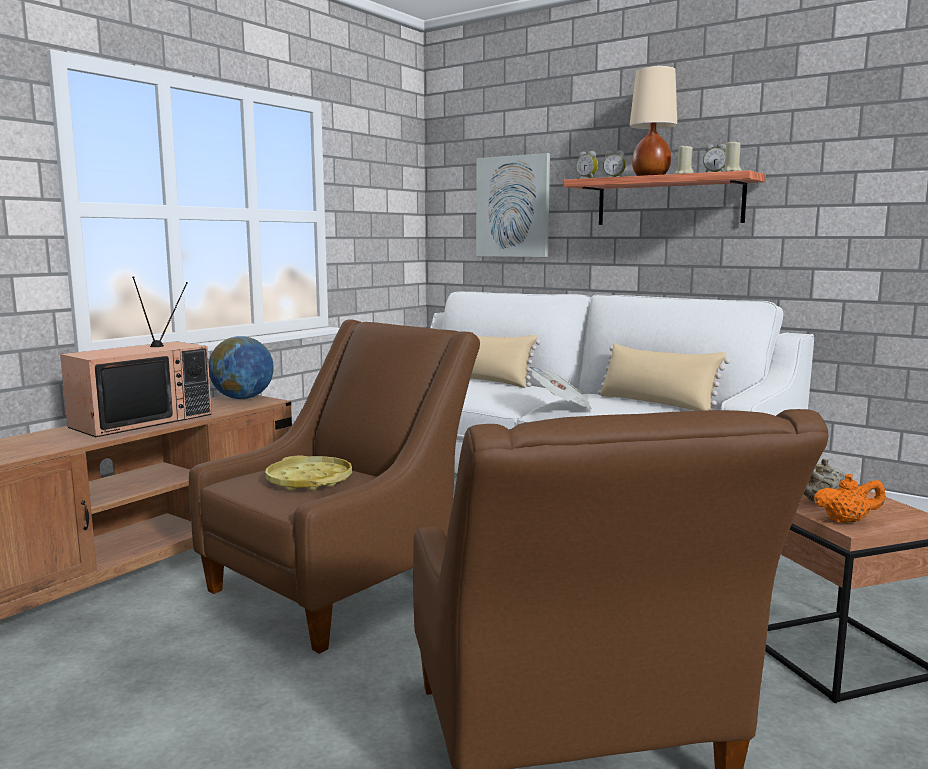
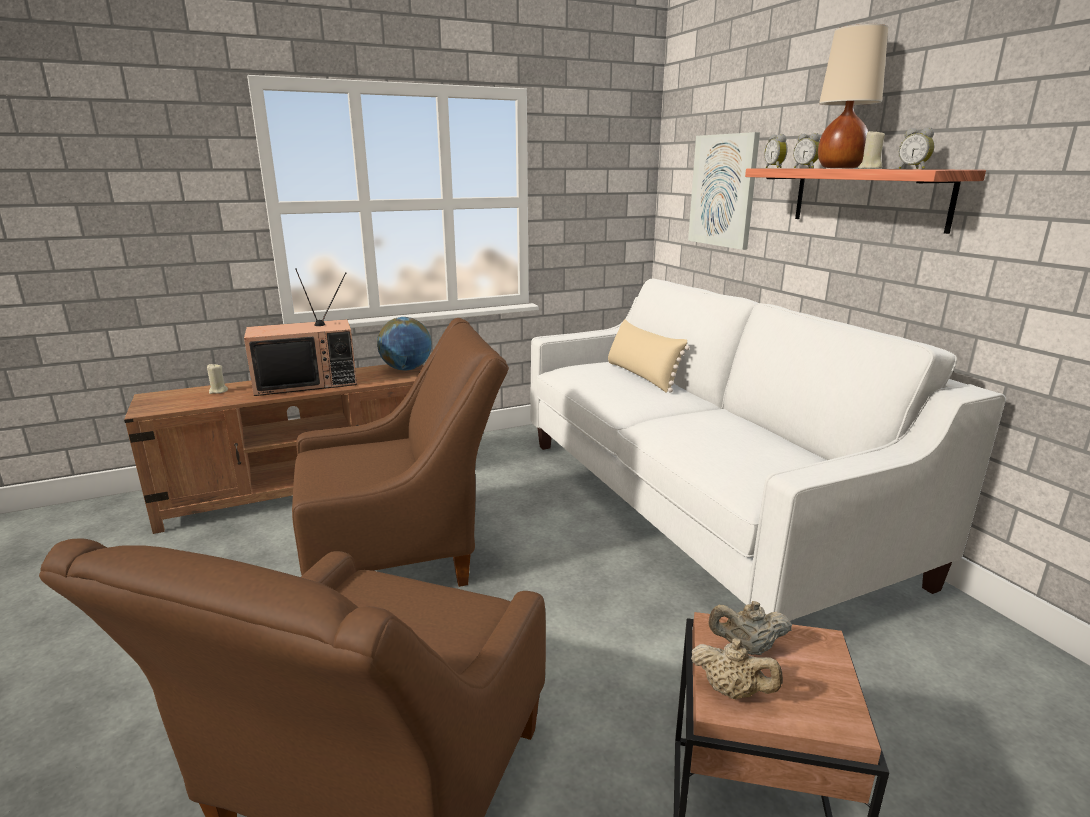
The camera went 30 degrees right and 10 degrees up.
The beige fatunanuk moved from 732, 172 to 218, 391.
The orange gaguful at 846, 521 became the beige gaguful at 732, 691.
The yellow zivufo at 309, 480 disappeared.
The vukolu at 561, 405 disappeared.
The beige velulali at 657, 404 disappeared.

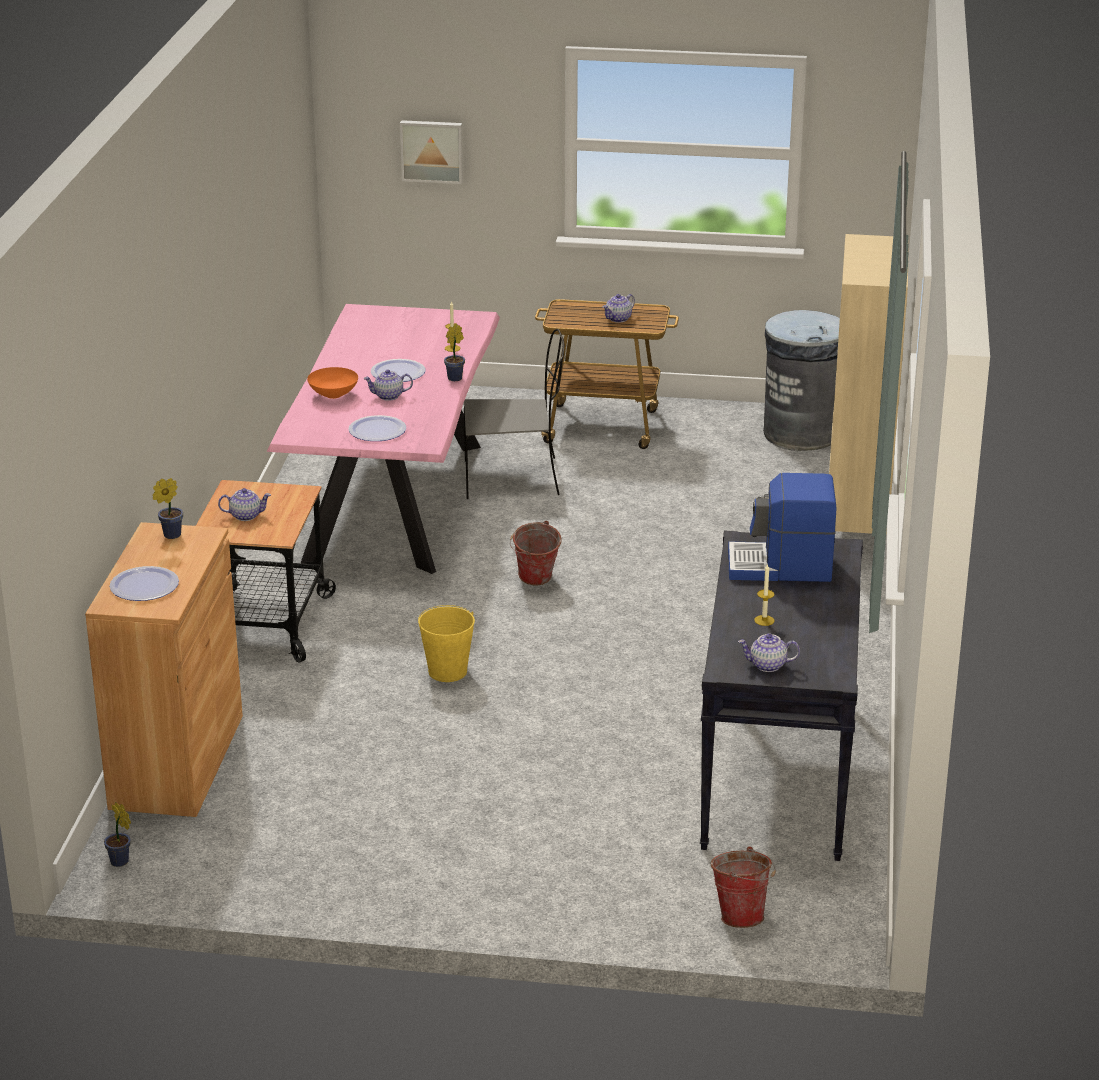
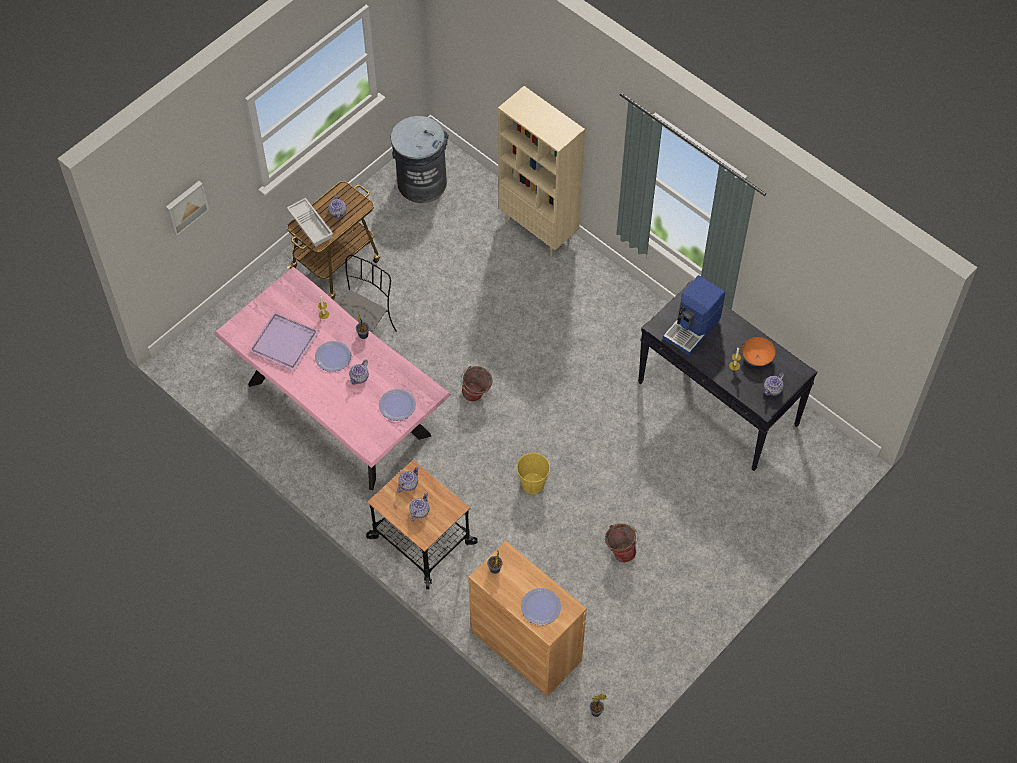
The camera went 55 degrees left and 30 degrees up.
The purple zivufo at 283, 343 appeared.
The white zivufo at 311, 224 appeared.
The gaguful at 408, 484 appeared.
The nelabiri moved from 741, 914 to 620, 551.
The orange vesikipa moved from 332, 395 to 757, 358.

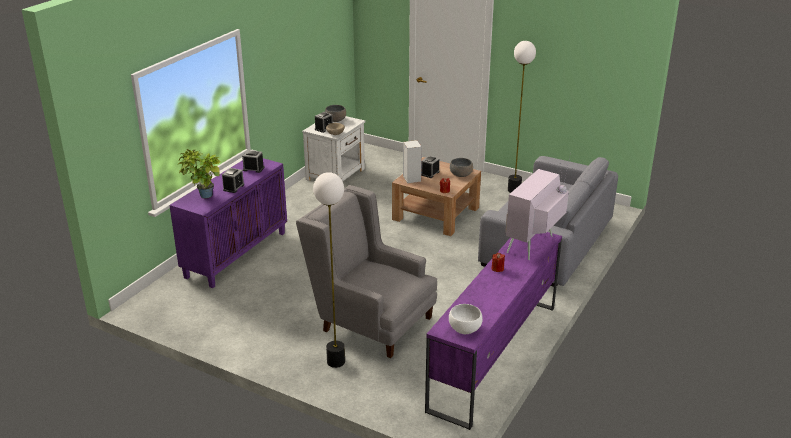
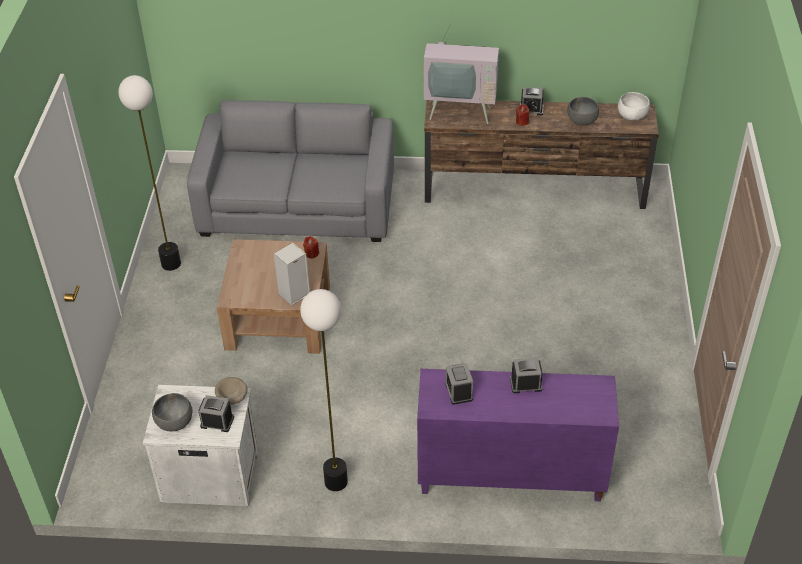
The camera went 115 degrees left and 15 degrees up.
The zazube moved from 336, 362 to 336, 481.
The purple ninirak at 493, 356 became the brown ninirak at 535, 190.
The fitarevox moved from 430, 173 to 531, 109.
The grey vesikipa moved from 461, 174 to 582, 120.
The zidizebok at 203, 197 disappeared.
The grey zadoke at 369, 321 disappeared.

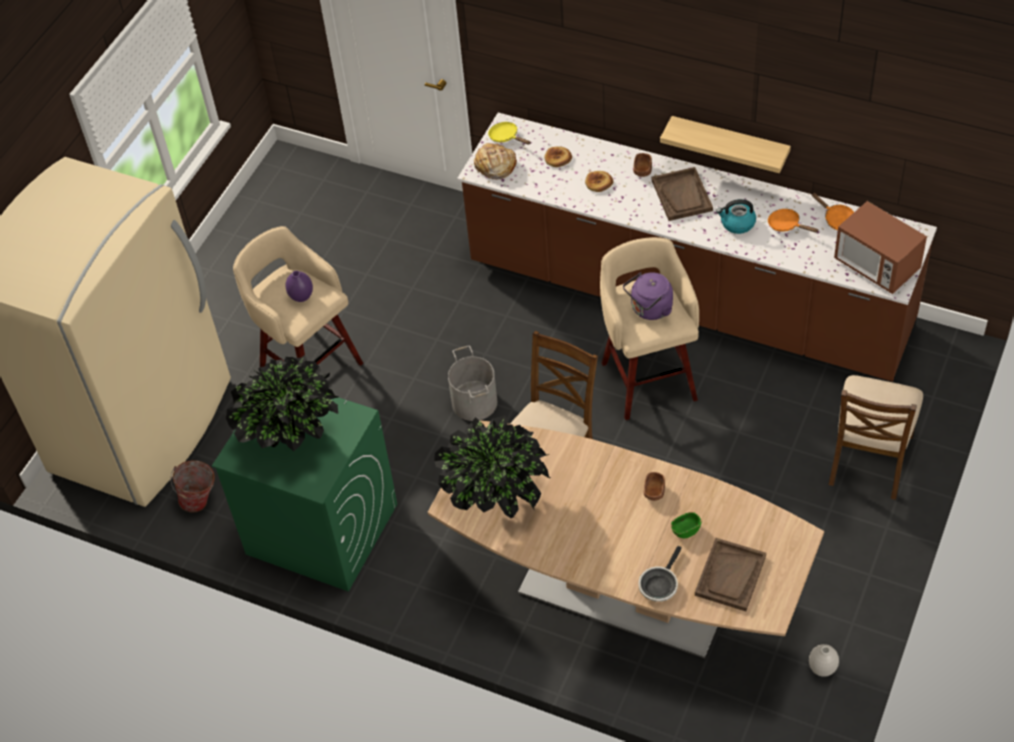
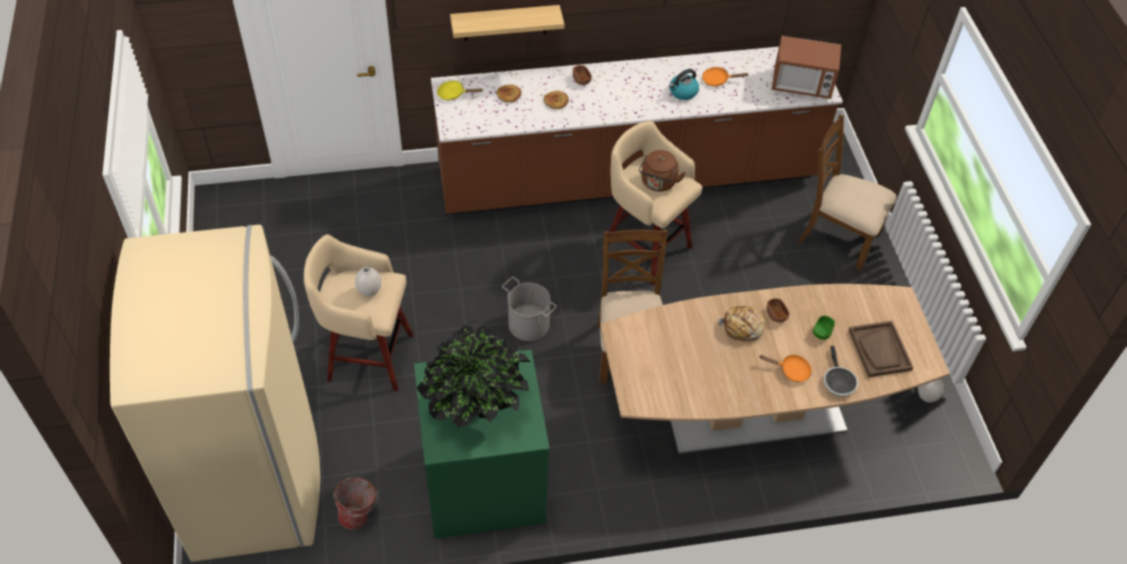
The camera went 40 degrees left and 0 degrees up.
The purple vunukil at 302, 297 became the white vunukil at 370, 291.
The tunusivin moved from 729, 144 to 505, 23.
The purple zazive at 649, 309 became the brown zazive at 658, 183.
The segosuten moved from 495, 166 to 742, 328.
The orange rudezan moved from 837, 219 to 791, 370.
The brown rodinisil at 869, 459 turned 135 degrees clockwise.
The zidizebok at 496, 496 disappeared.
The brown zivufo at 682, 195 disappeared.

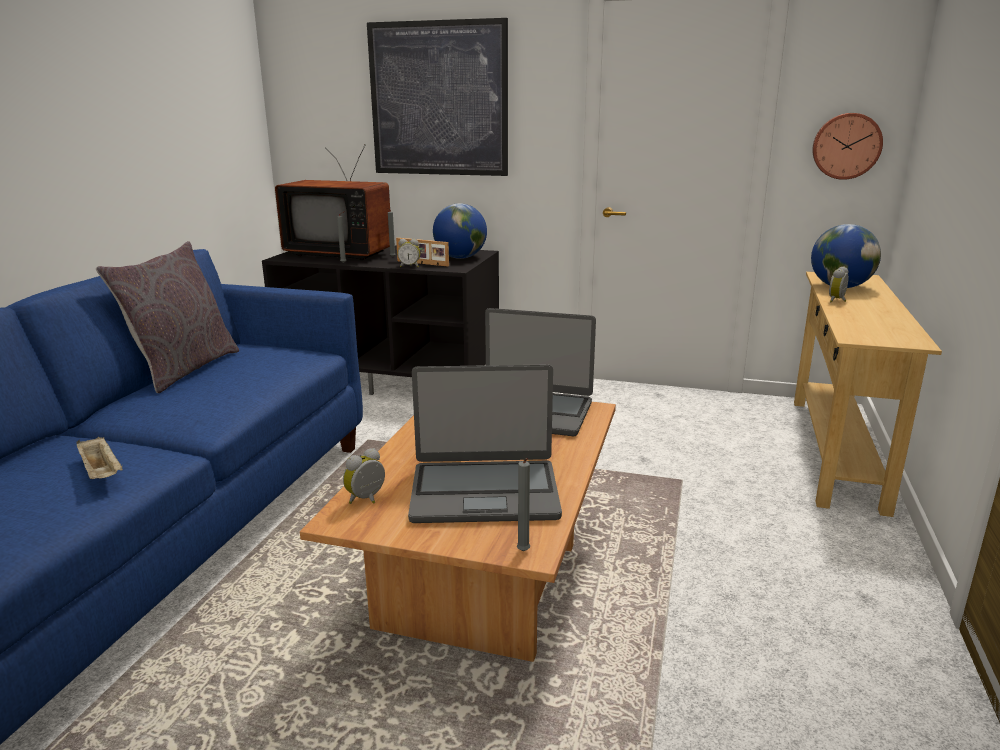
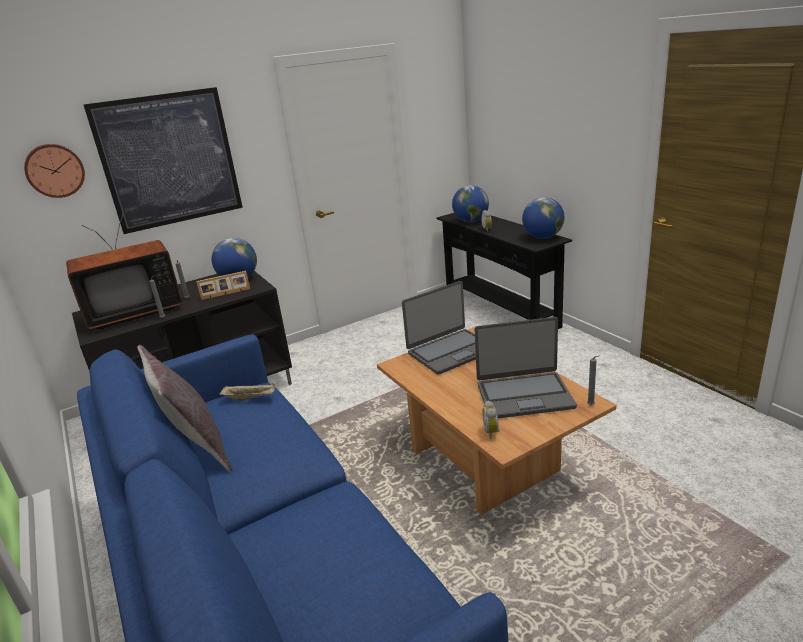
The camera went 45 degrees left and 5 degrees up.
The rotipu moved from 846, 146 to 54, 170.
The beige zivufo moved from 102, 472 to 250, 398.
The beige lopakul at 837, 451 became the black lopakul at 500, 309.
The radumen at 484, 492 turned 45 degrees clockwise.
The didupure at 543, 237 appeared.
The fitarevox at 410, 266 disappeared.

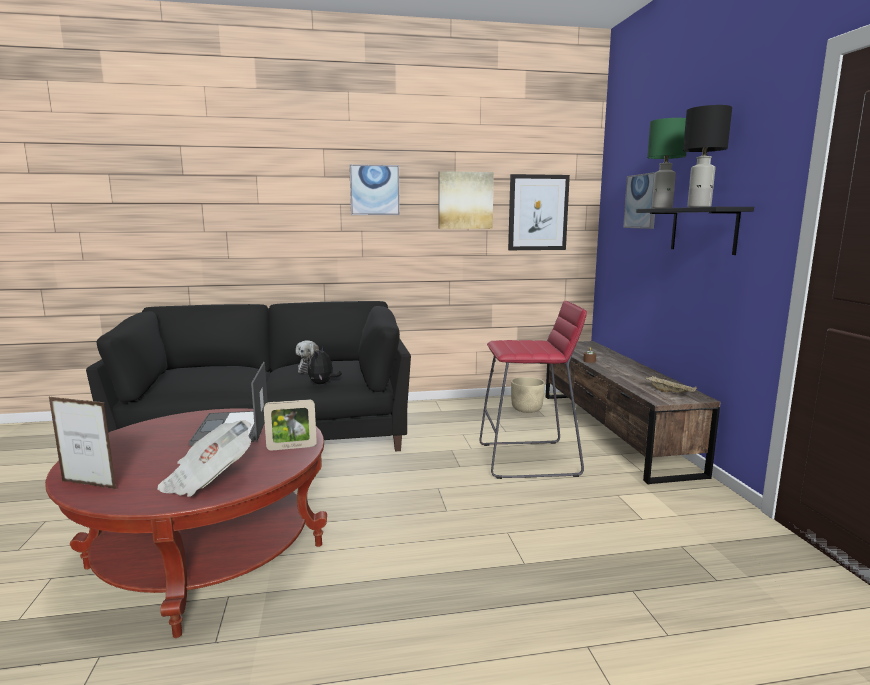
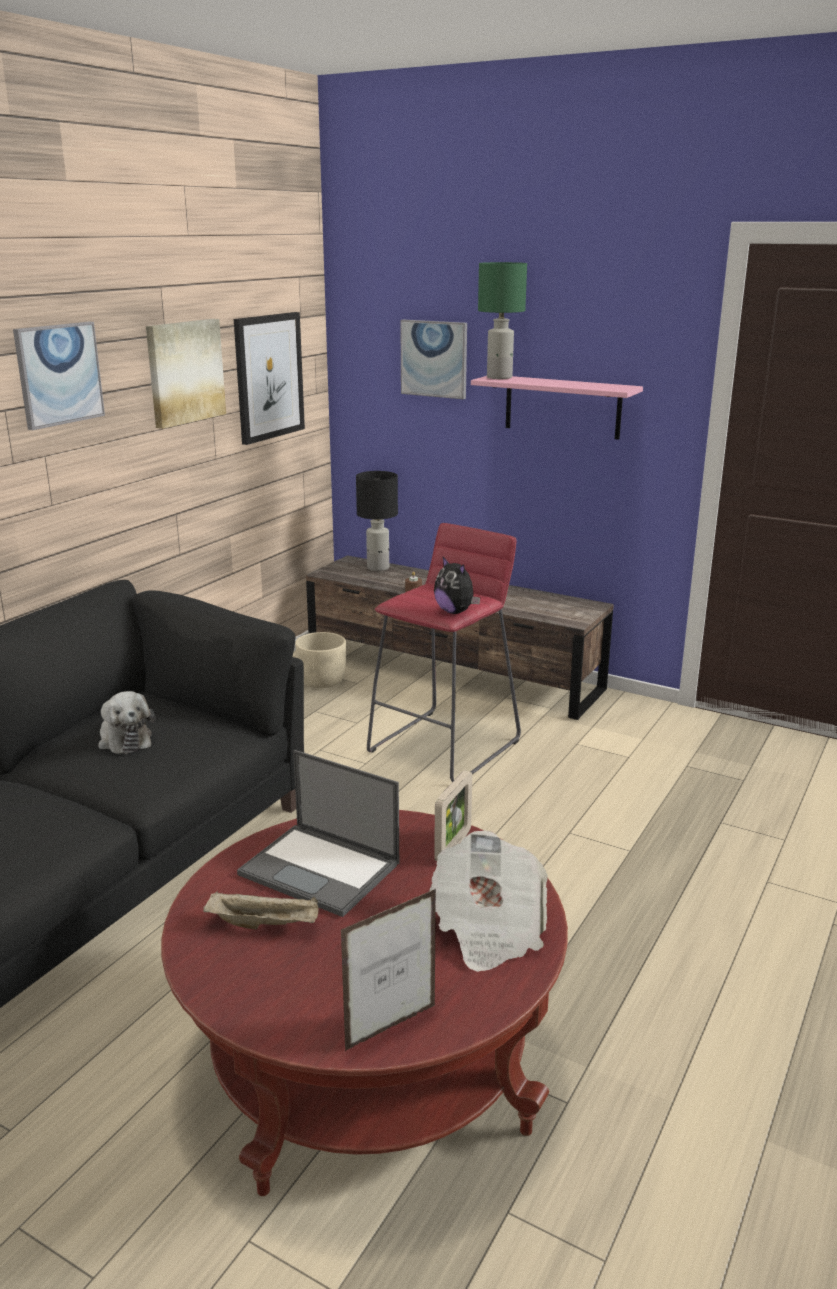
The camera went 50 degrees left and 10 degrees up.
The beige zivufo moved from 670, 393 to 265, 924.
The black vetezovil moved from 699, 207 to 378, 567.
The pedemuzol moved from 322, 383 to 455, 612.
The black tunusivin at 703, 230 became the pink tunusivin at 562, 407.

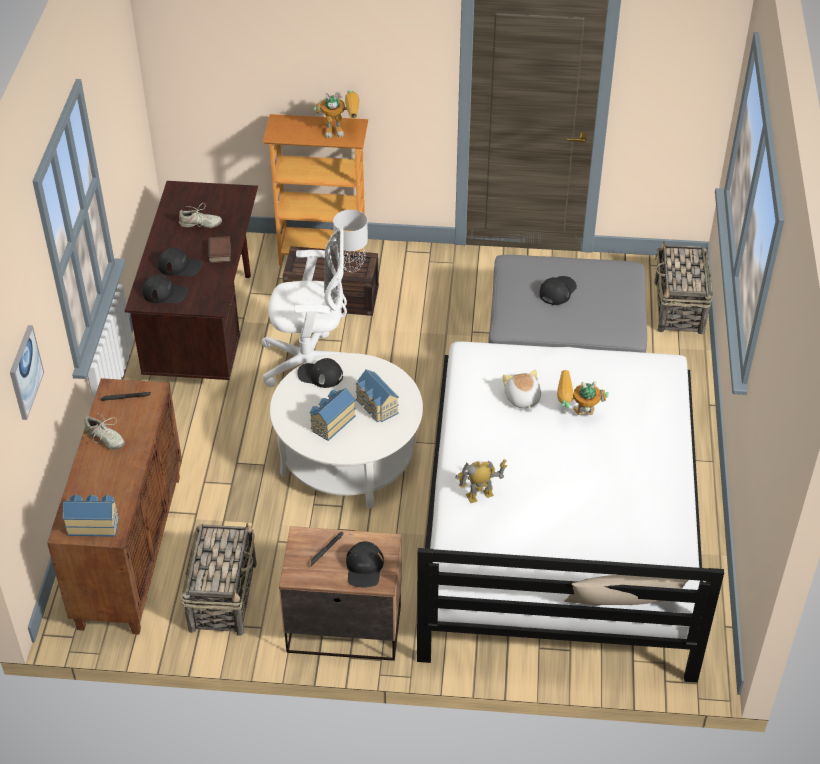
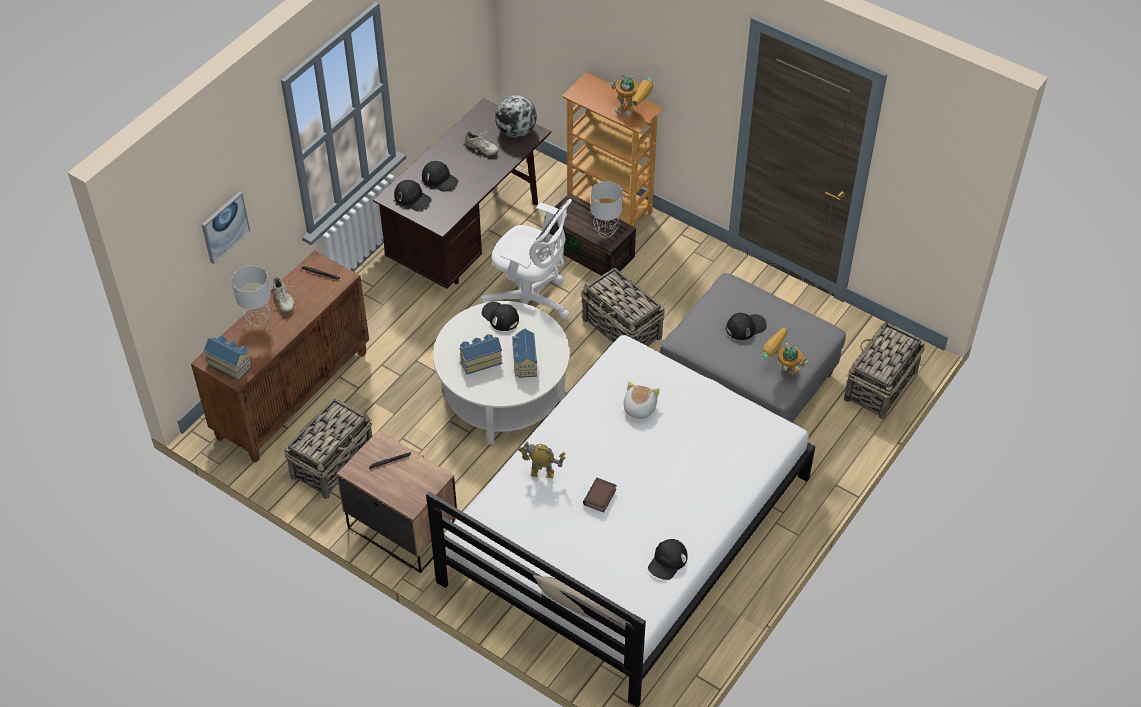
The camera went 30 degrees right and 5 degrees up.
The grey vetezovil at 257, 320 appeared.
The didupure at 516, 131 appeared.
The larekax at 622, 329 appeared.
The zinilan moved from 220, 252 to 600, 497.
The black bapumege moved from 364, 568 to 667, 561.
The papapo moved from 575, 416 to 780, 370.

